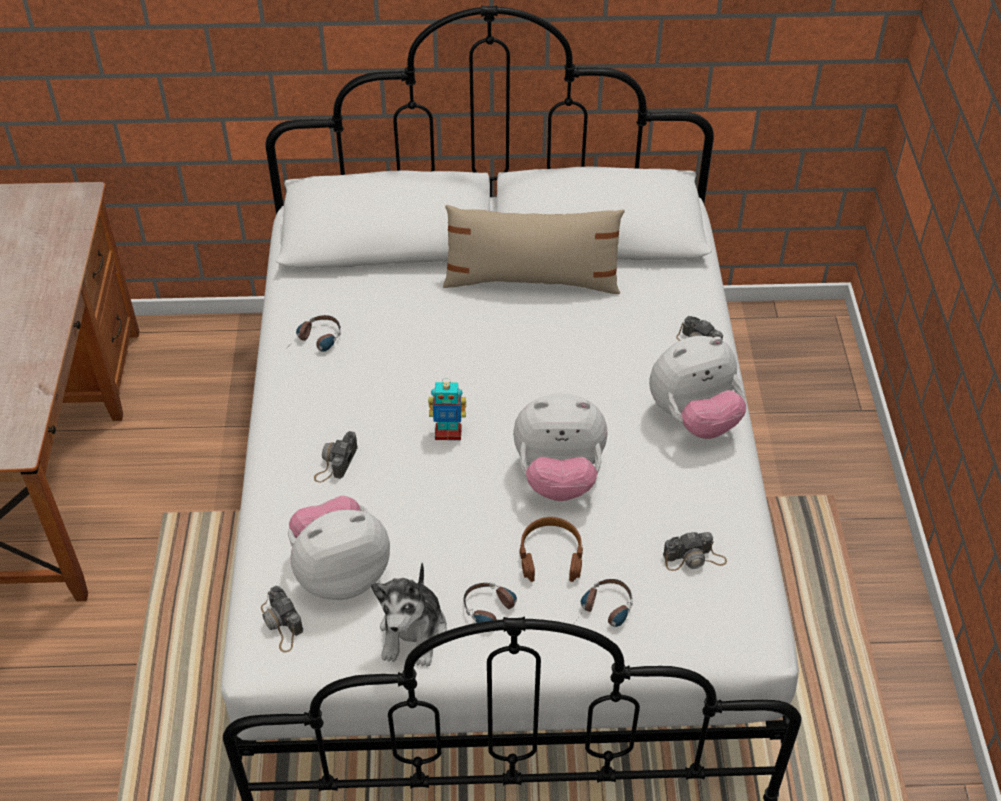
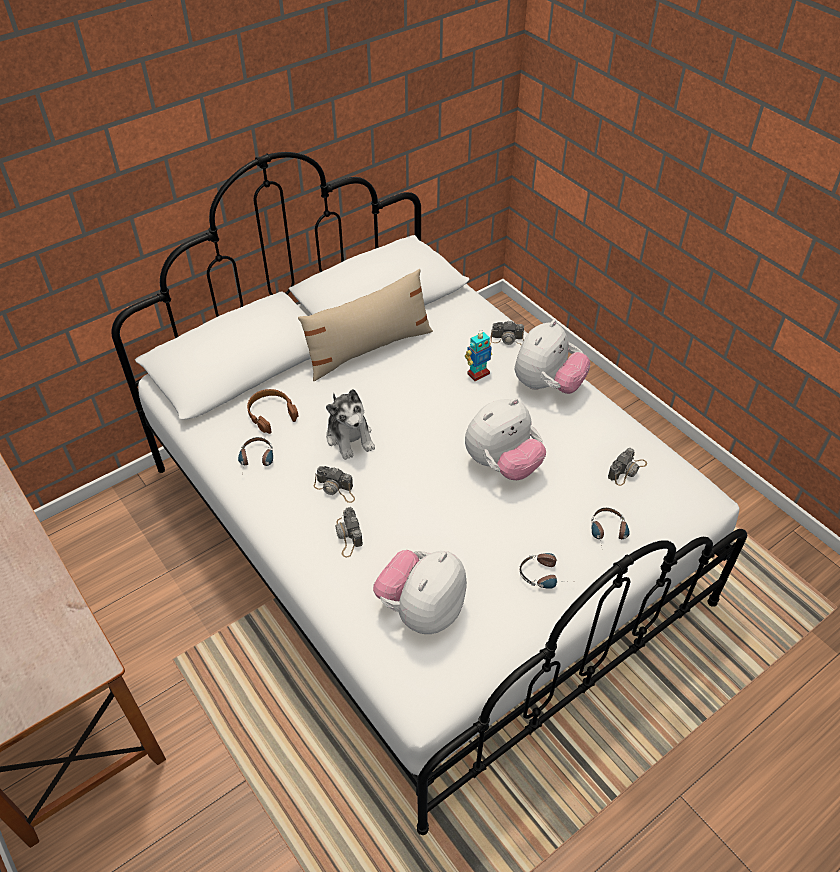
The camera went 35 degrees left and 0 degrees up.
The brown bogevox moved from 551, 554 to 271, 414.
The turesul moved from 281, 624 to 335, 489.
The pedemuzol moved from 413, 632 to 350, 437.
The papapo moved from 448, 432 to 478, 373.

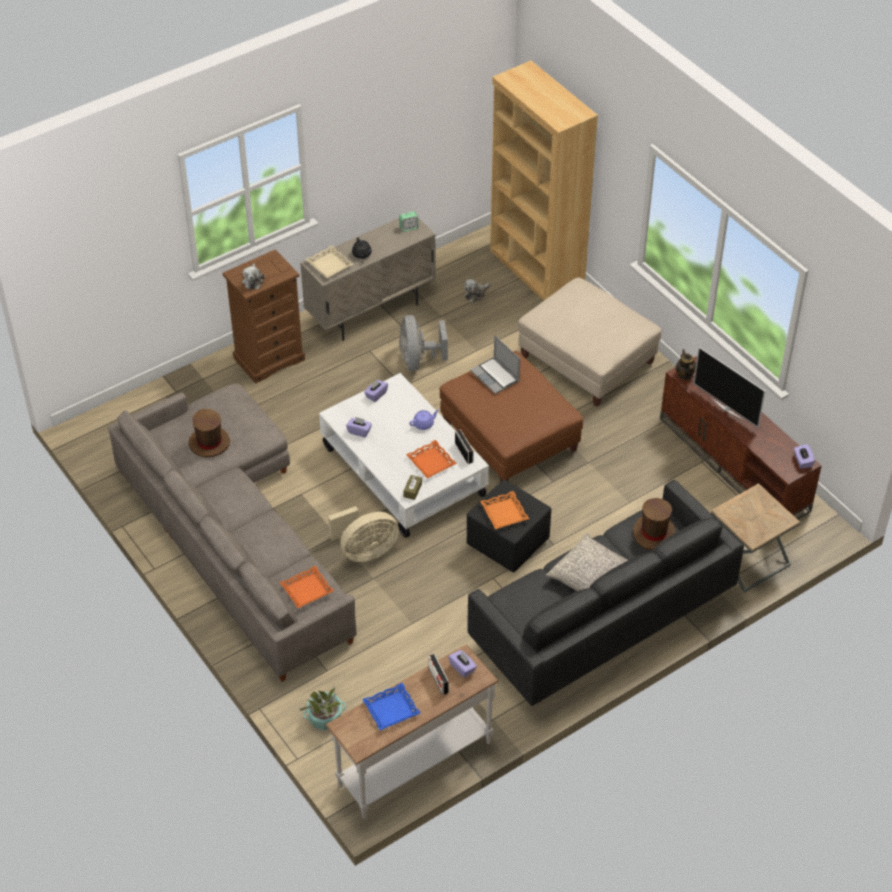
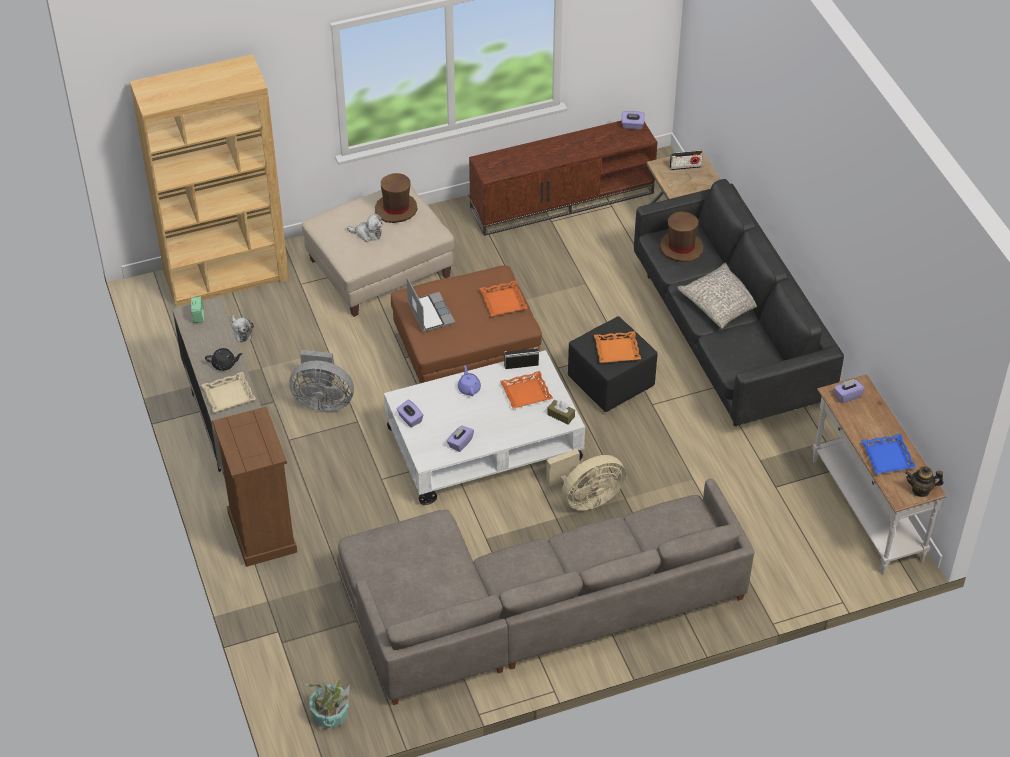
The camera went 75 degrees left and 0 degrees up.
The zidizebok moved from 325, 718 to 330, 714.
The pedemuzol moved from 253, 280 to 367, 234.
The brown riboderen moved from 209, 443 to 396, 209.
The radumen at 496, 376 turned 90 degrees counterclockwise.
The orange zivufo moved from 307, 590 to 503, 302.
The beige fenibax at 365, 551 turned 75 degrees clockwise.
The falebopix moved from 438, 680 to 685, 167.
The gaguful moved from 685, 375 to 921, 490.
The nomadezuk at 727, 408 disappeared.

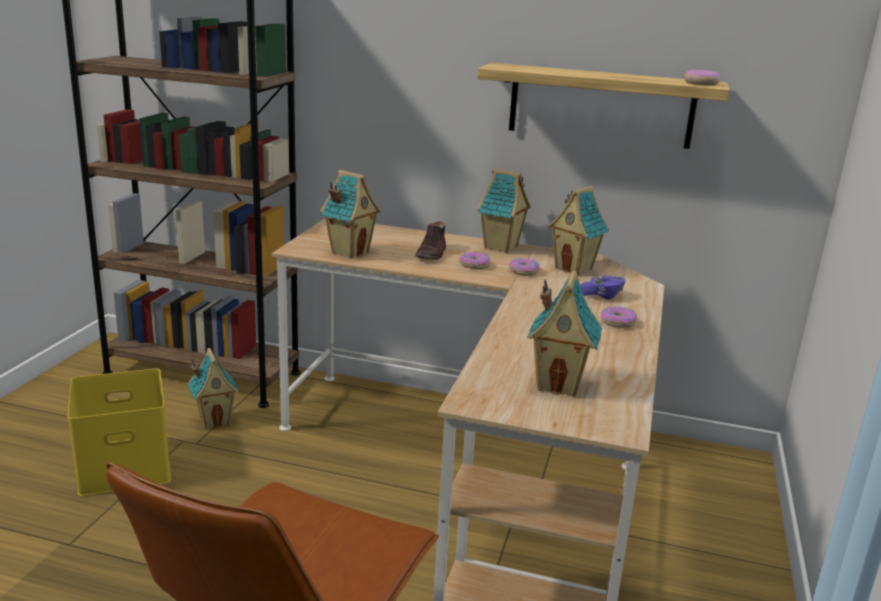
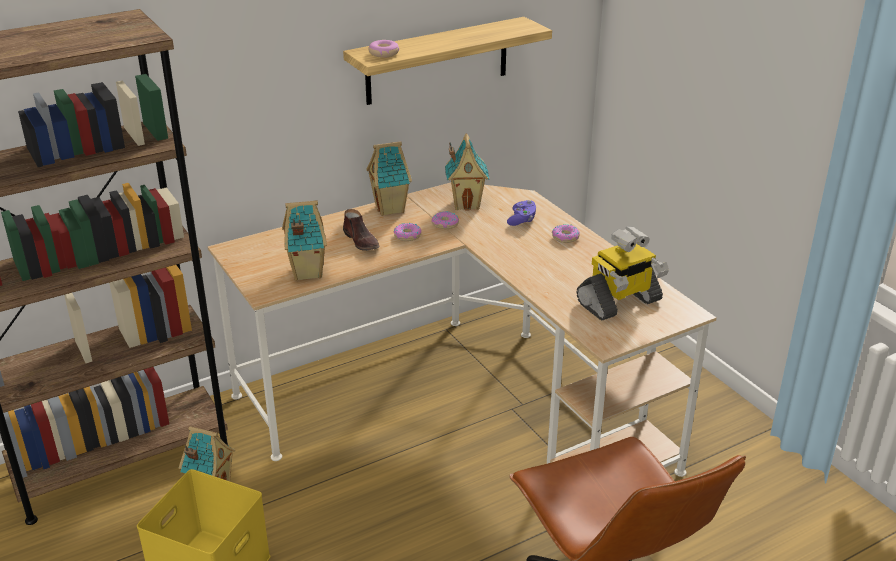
The camera went 45 degrees left and 10 degrees up.
The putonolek moved from 701, 83 to 384, 53.
The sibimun at 559, 384 was replaced by the papapo at 619, 303.

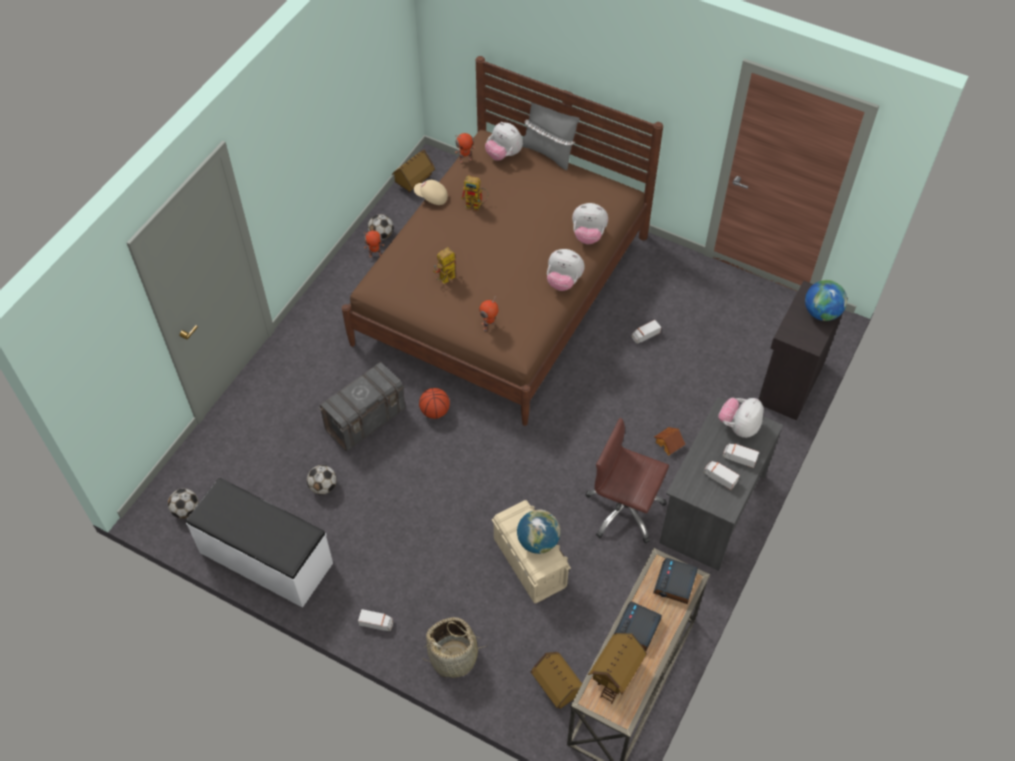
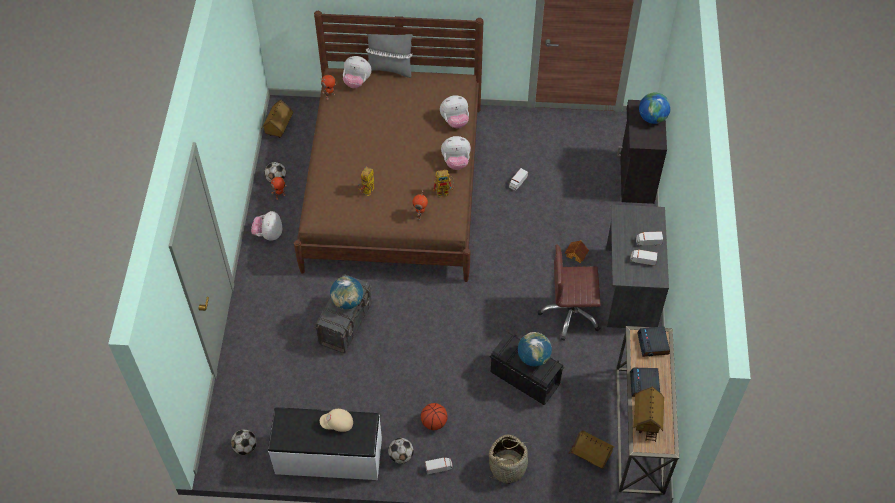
The camera went 25 degrees left and 0 degrees up.
The pedemuzol moved from 739, 426 to 269, 234.
The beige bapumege moved from 431, 197 to 337, 424.
The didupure at 347, 301 appeared.
The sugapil moved from 323, 487 to 401, 456.
The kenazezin moved from 435, 411 to 434, 422.
The papapo moved from 476, 205 to 445, 191.
The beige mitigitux at 530, 563 became the black mitigitux at 524, 378.

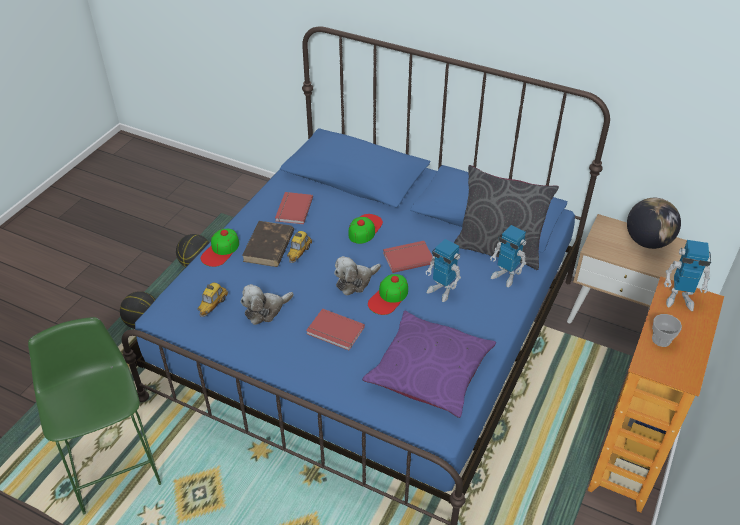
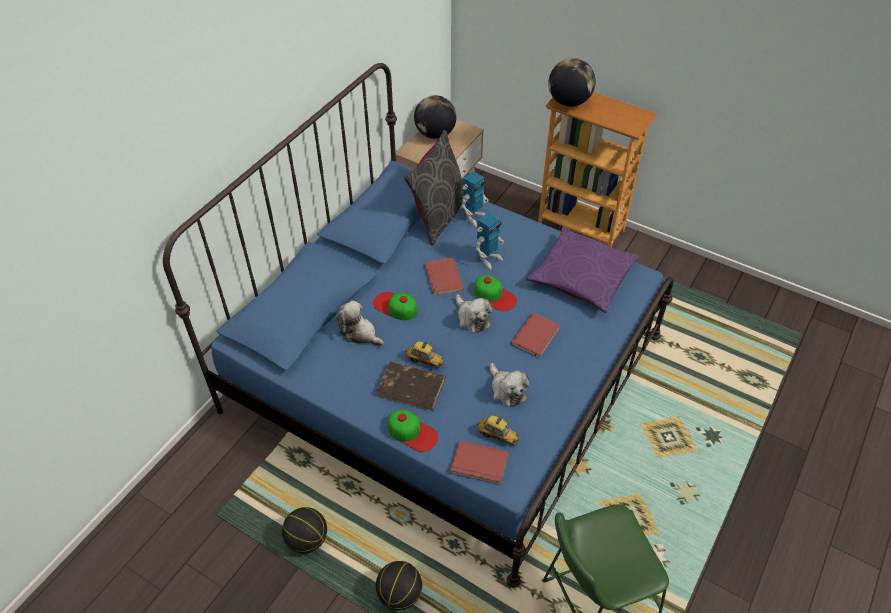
The camera went 85 degrees left and 5 degrees up.
The pedemuzol at 359, 333 appeared.
The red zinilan moved from 293, 209 to 479, 465.
The papapo at 679, 299 was replaced by the didupure at 569, 102.
The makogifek at 661, 340 disappeared.

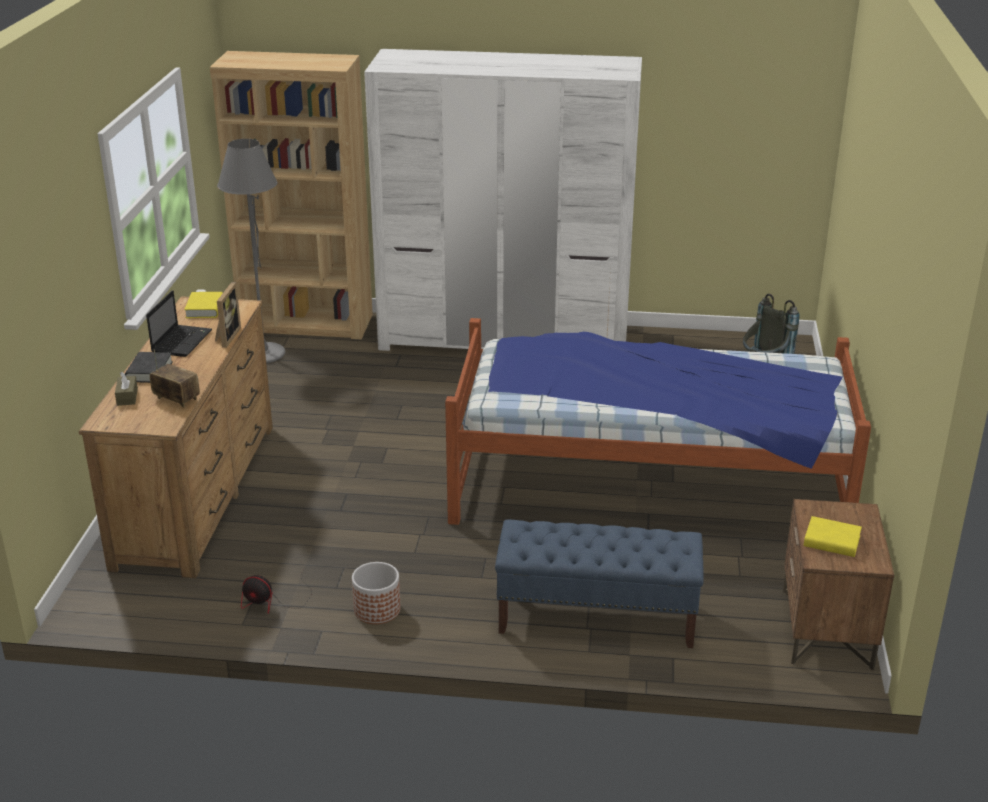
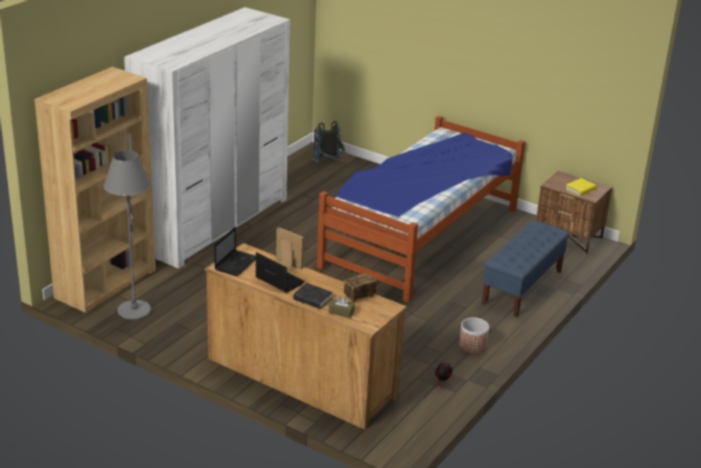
The camera went 65 degrees left and 0 degrees up.
The yellow zinilan at 205, 309 was replaced by the radumen at 236, 263.

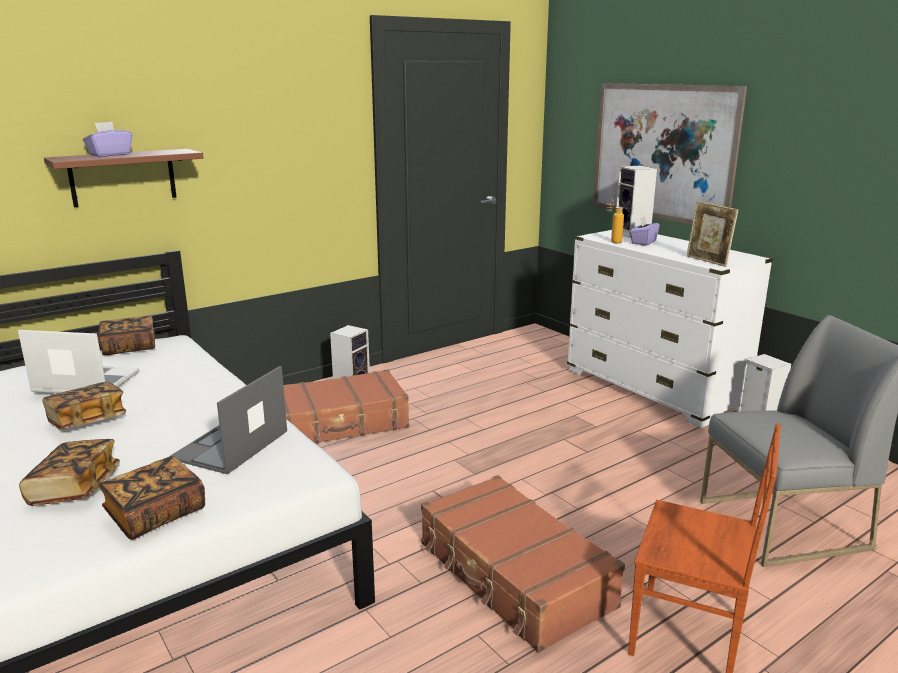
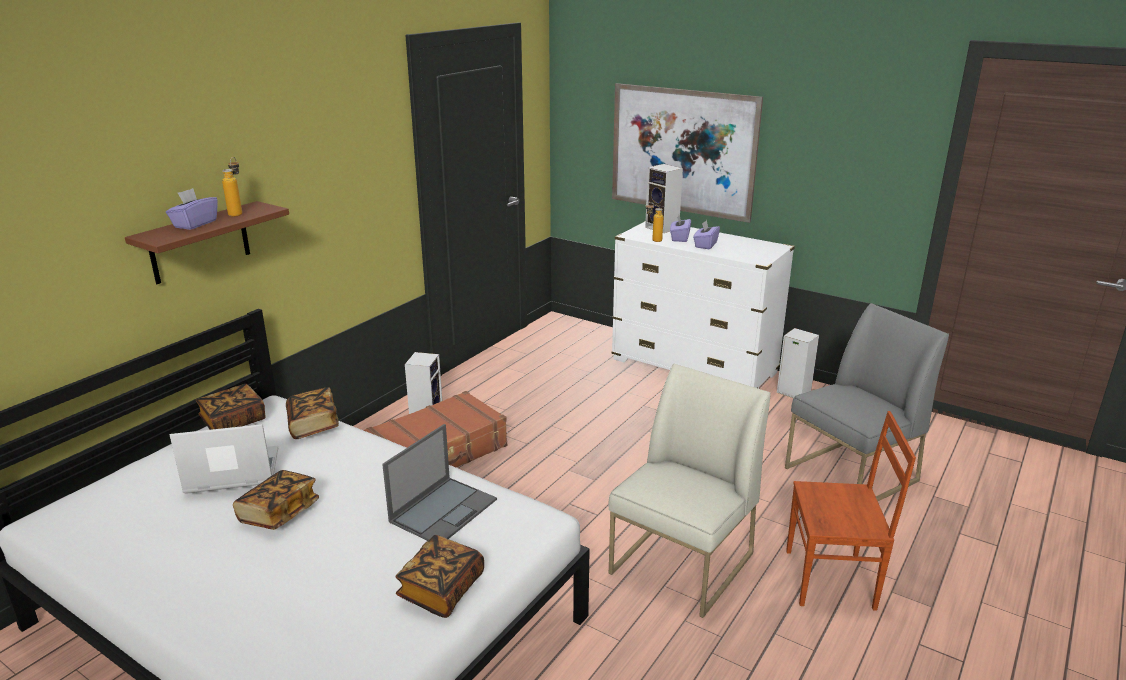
The camera went 20 degrees left and 5 degrees up.
The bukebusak at 238, 213 appeared.
The zinilan moved from 75, 488 to 313, 425.
The radumen at 230, 445 turned 150 degrees counterclockwise.
The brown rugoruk at 513, 575 was replaced by the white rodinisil at 682, 564.
The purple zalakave at 705, 245 appeared.
The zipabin at 707, 261 disappeared.

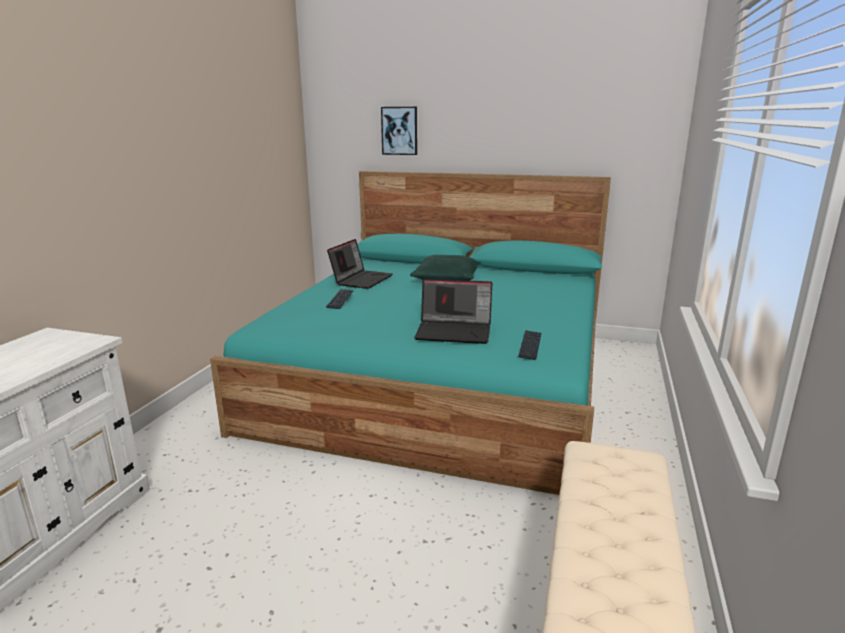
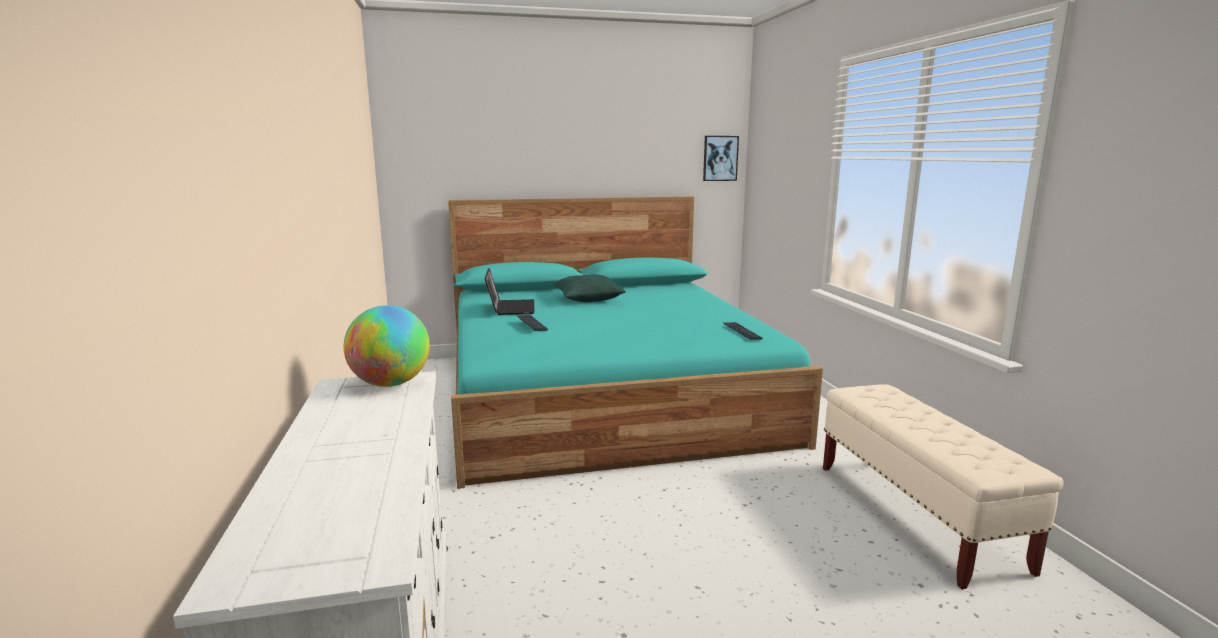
The camera went 30 degrees left and 5 degrees down.
The didupure at 390, 384 appeared.
The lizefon moved from 399, 131 to 720, 158.
The radumen at 455, 331 disappeared.

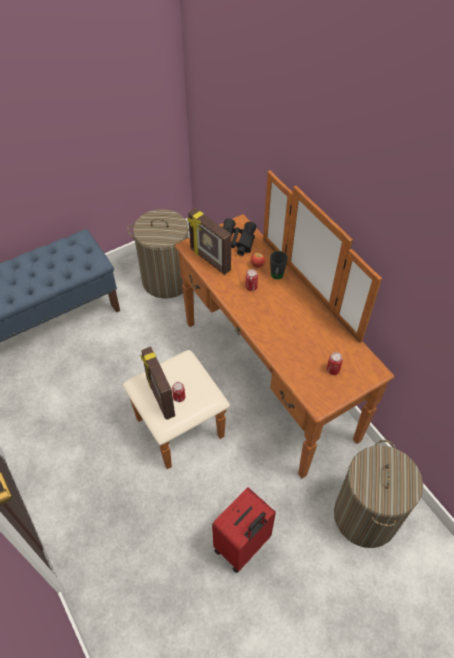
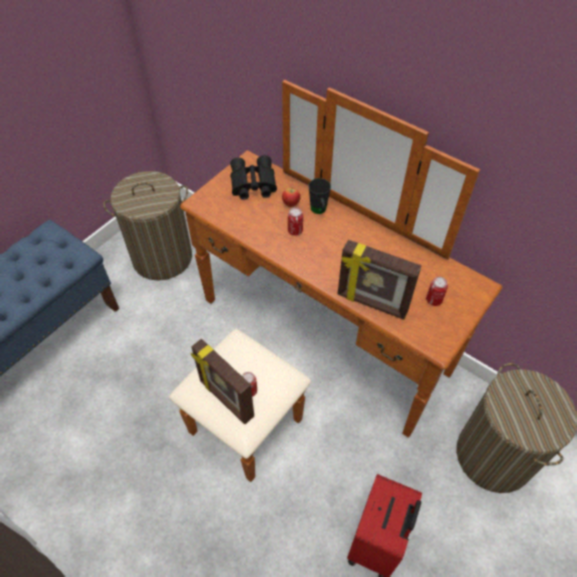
The camera went 20 degrees left and 0 degrees up.
The zipabin moved from 209, 260 to 371, 303.

